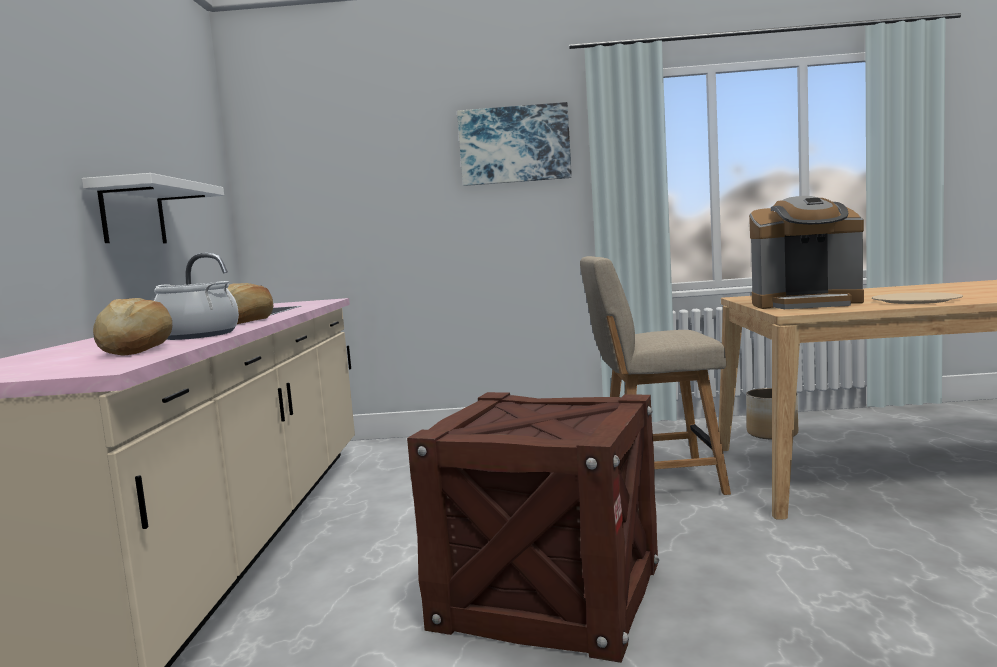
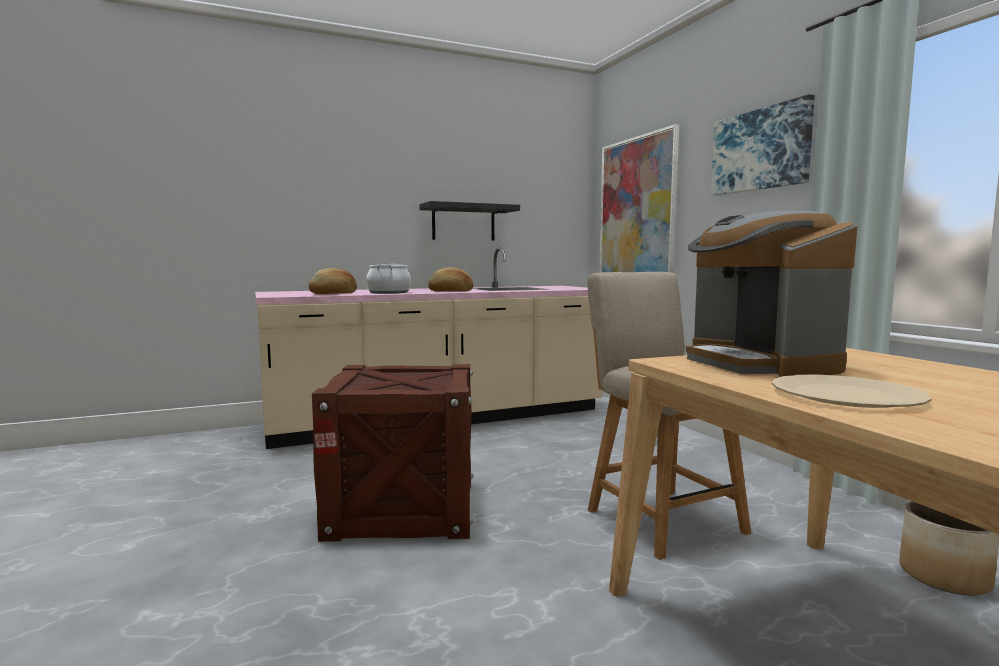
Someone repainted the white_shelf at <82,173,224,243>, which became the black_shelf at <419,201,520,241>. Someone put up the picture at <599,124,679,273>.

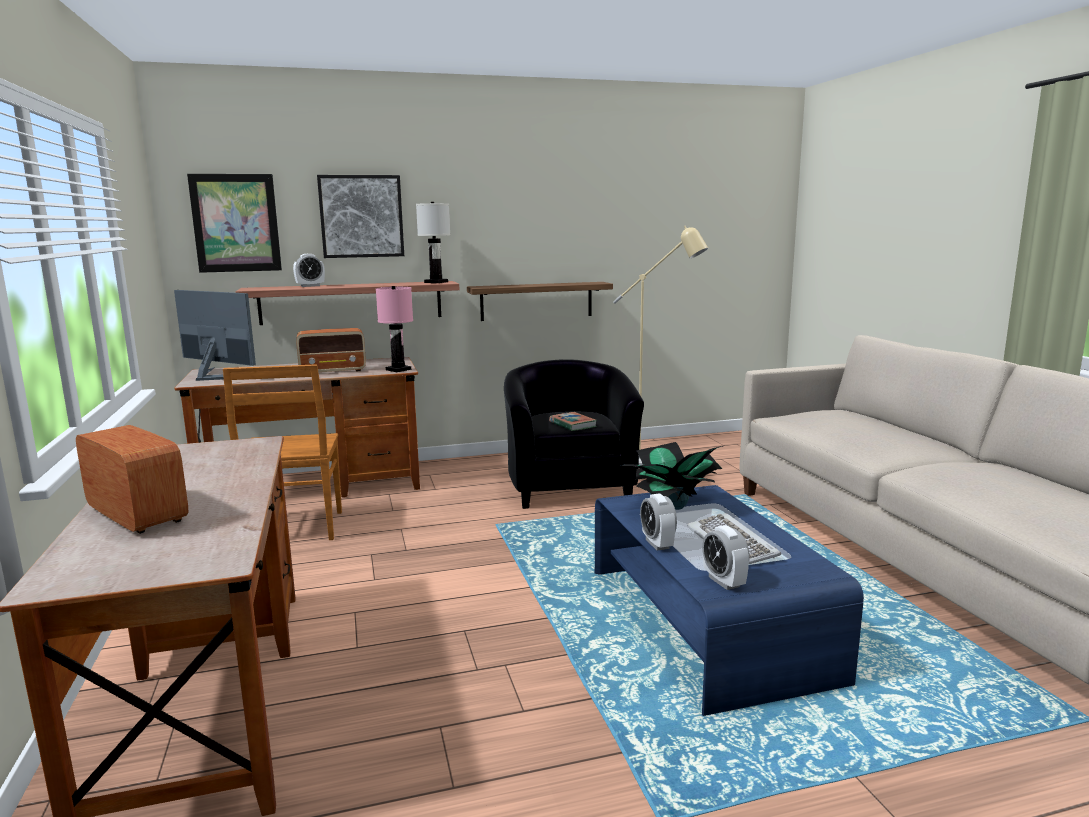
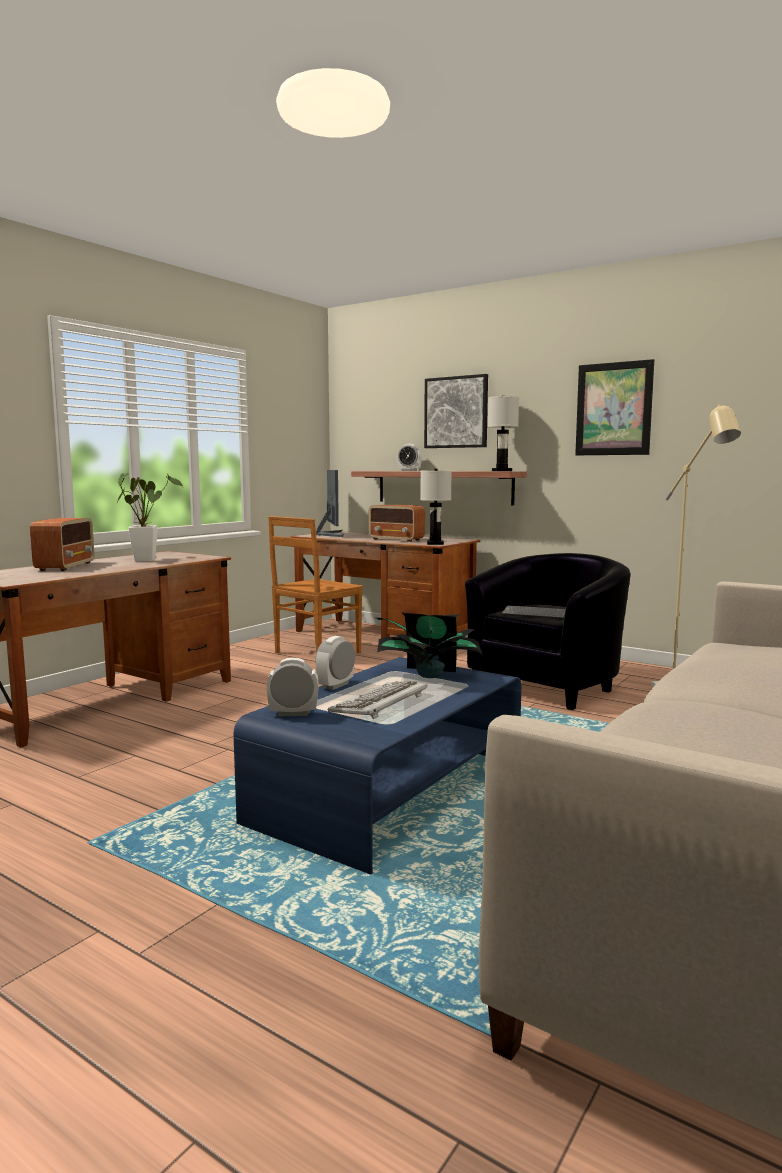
Someone put down the potted_plant at <117,473,183,562>. Someone rotated the alarm_clock at <702,525,750,590> by 60 degrees clockwise. Someone repainted the pink_table_lamp at <376,286,413,372>, which became the white_table_lamp at <420,469,452,545>. Someone swapped the book at <549,412,597,431> for the keyboard at <501,605,565,620>. Someone carried the picture from <187,174,282,273> to <575,359,654,455>. Someone took away the shelf at <467,282,613,321>.

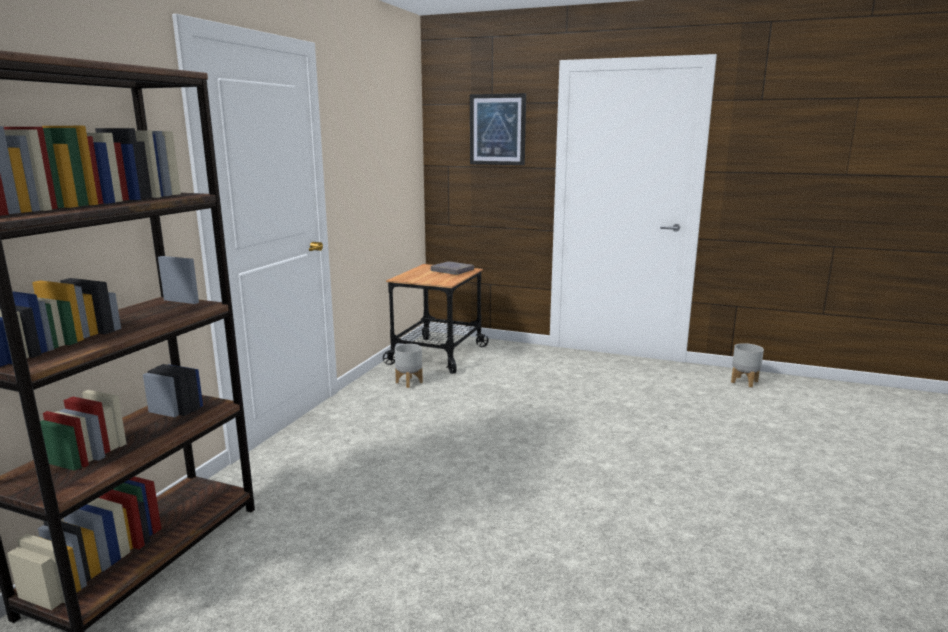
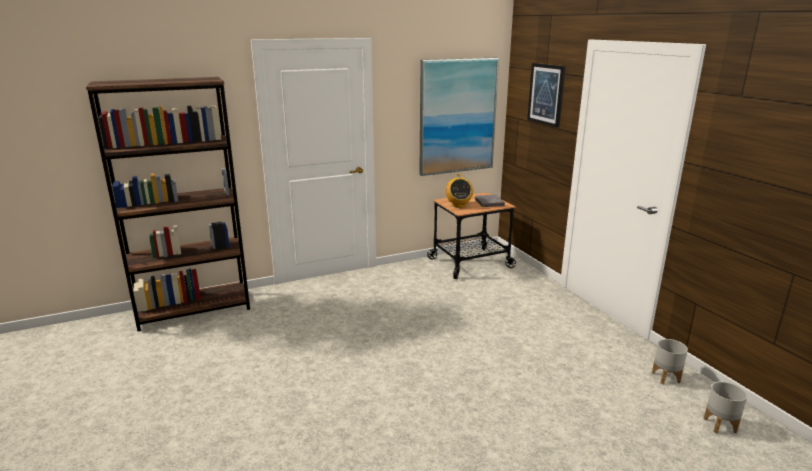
Someone put up the picture at <419,58,499,176>. Someone put down the radio at <445,174,473,208>. Someone carried the grey_planter from <395,344,423,388> to <704,382,747,434>.

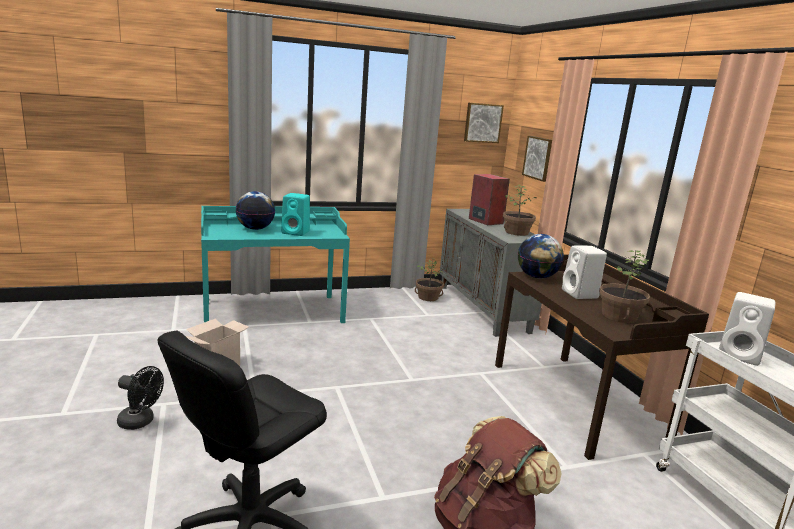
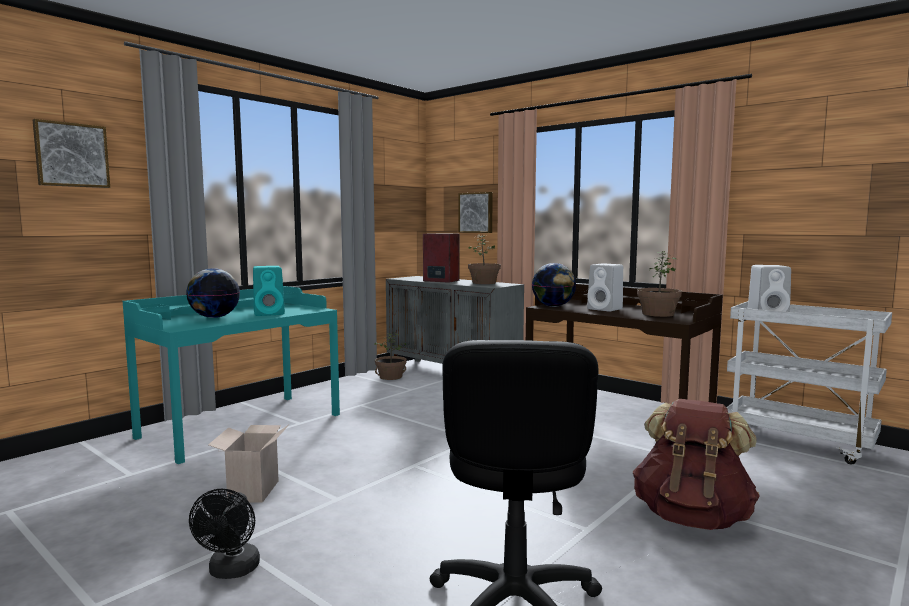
Someone carried the picture from <464,103,504,143> to <33,119,110,188>. Someone rotated the black_fan at <117,366,164,430> by 105 degrees clockwise.

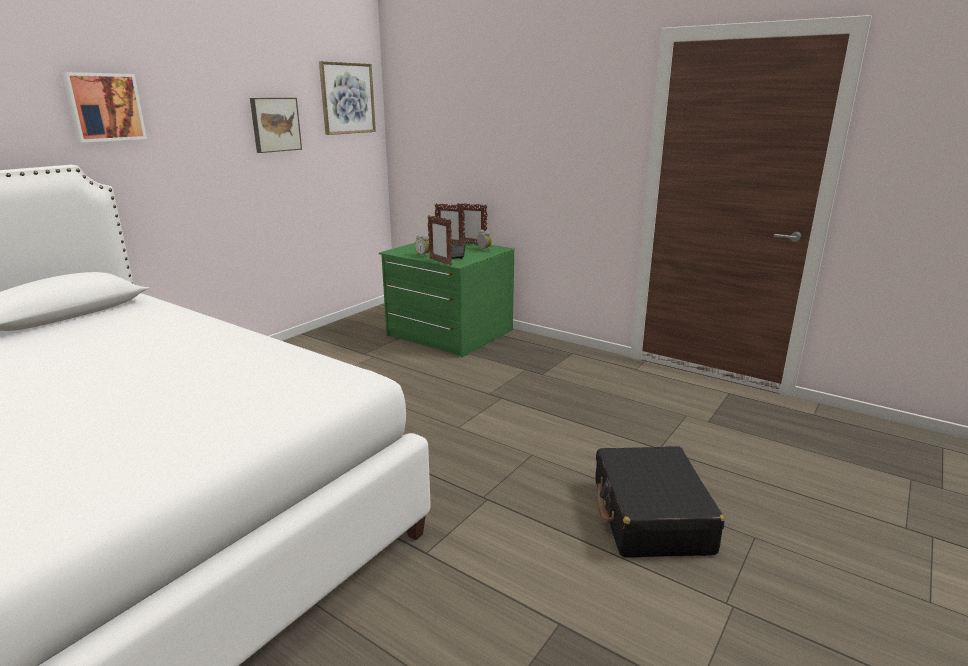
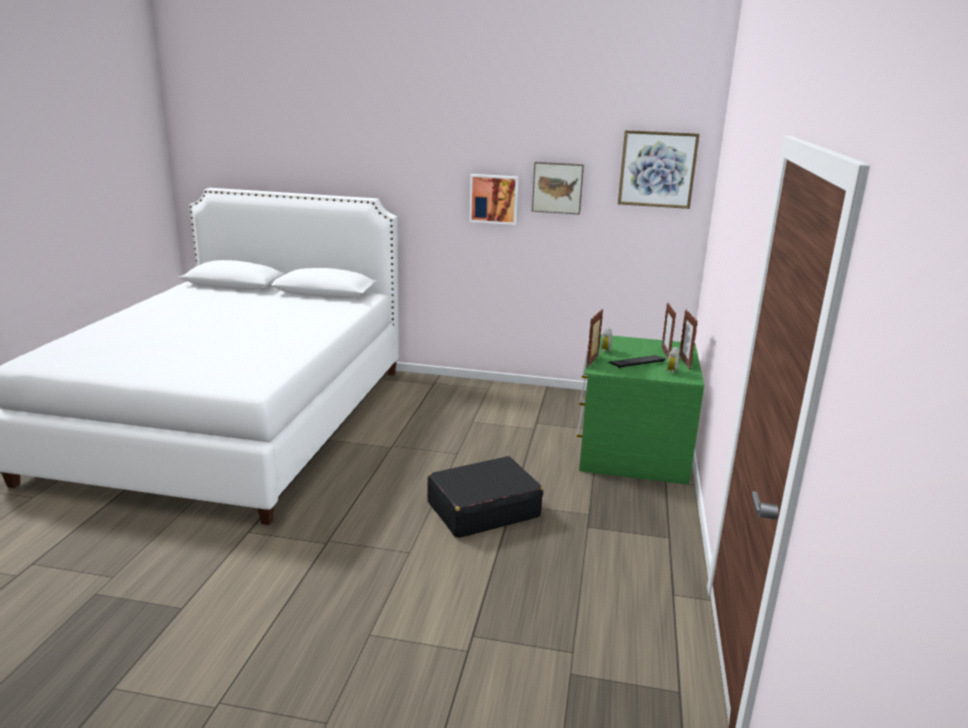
Someone carried the black_suitcase from <596,446,724,558> to <427,456,543,538>. Someone carried the picture from <62,72,147,143> to <469,174,519,225>.

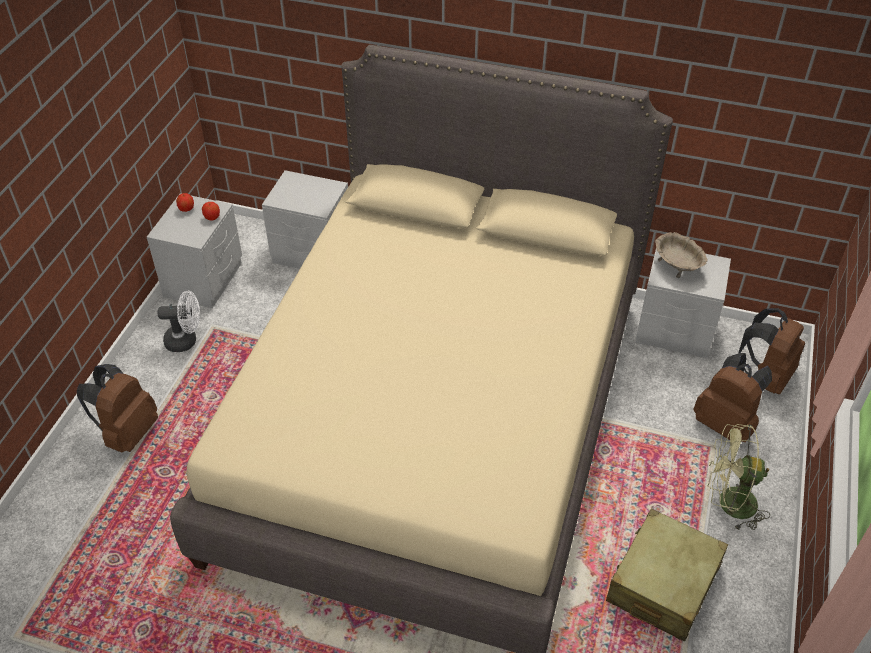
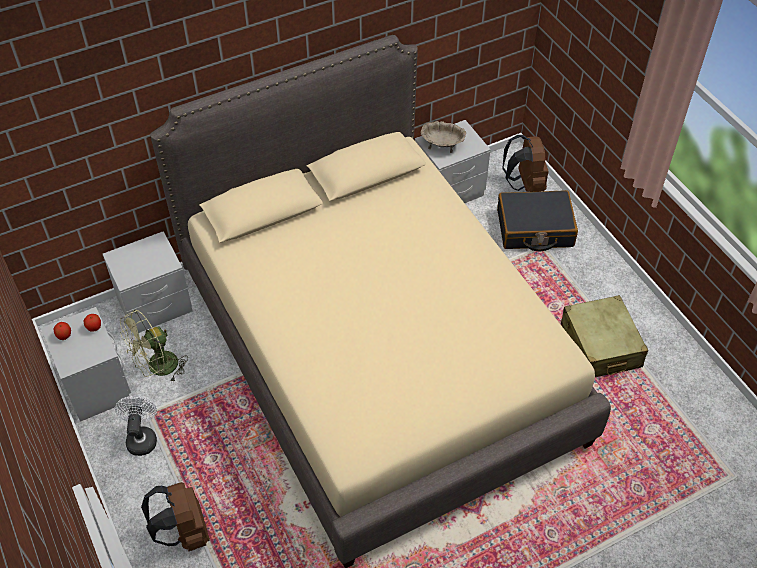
Someone rotated the white_fan at <157,290,200,352> by 45 degrees counterclockwise. Someone carried the green_fan from <707,424,770,531> to <120,309,188,383>. Someone swapped the brown_backpack at <693,353,772,442> for the black_suitcase at <497,190,578,251>.

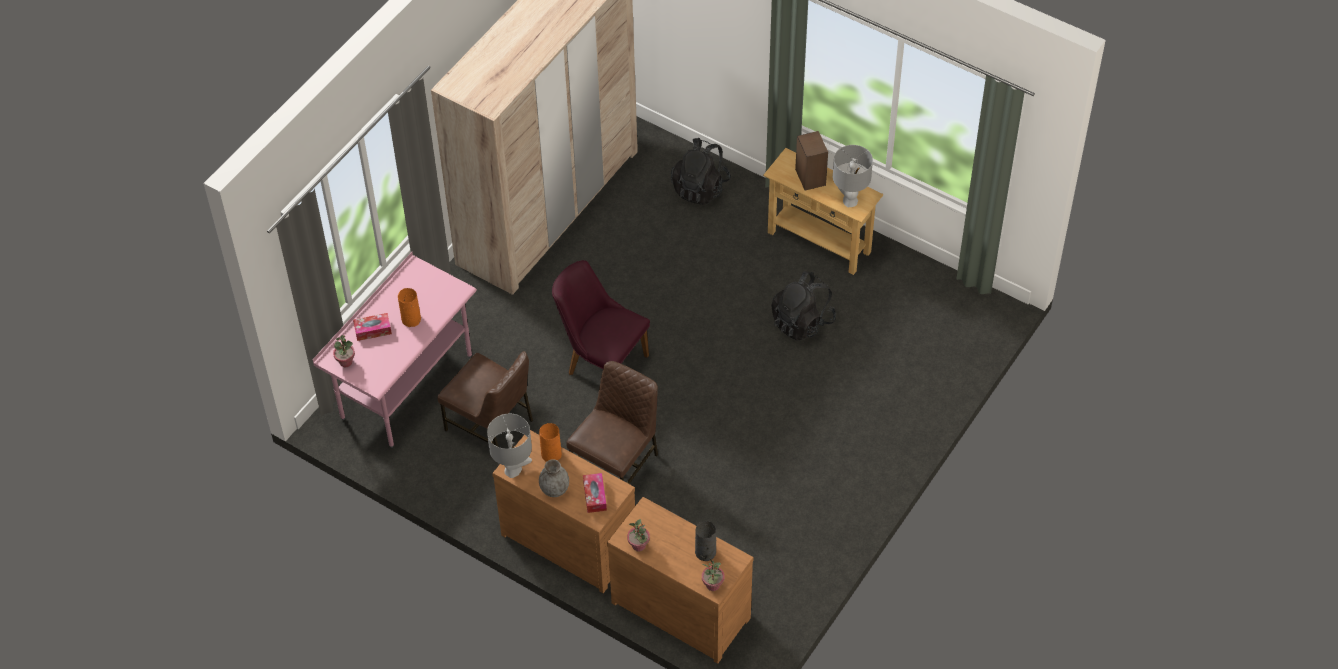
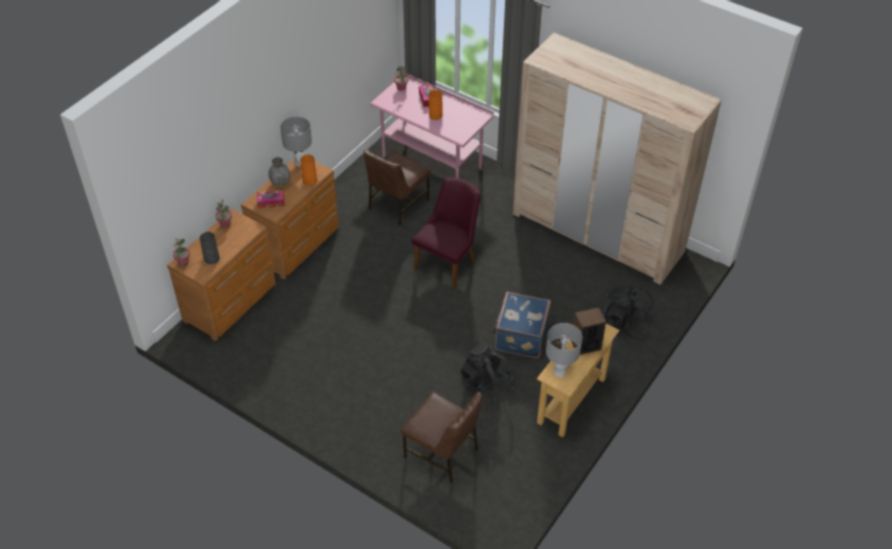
Someone carried the brown_chair from <566,361,658,484> to <401,392,483,483>. Someone put down the blue_suitcase at <493,292,551,358>.

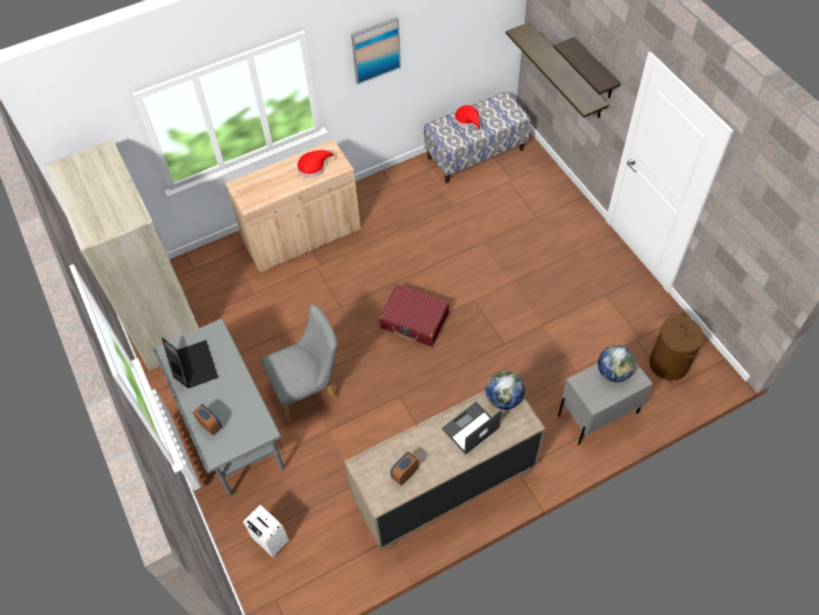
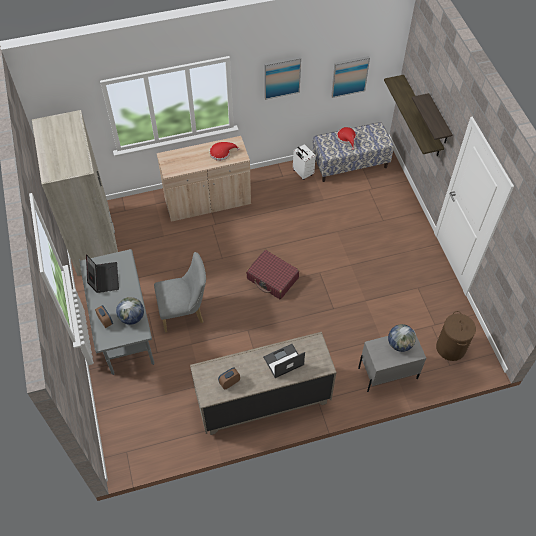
Someone carried the globe from <486,371,525,410> to <116,297,144,325>. Someone carried the white_suitcase from <243,505,289,557> to <293,144,316,180>. Someone put up the picture at <331,56,370,98>.

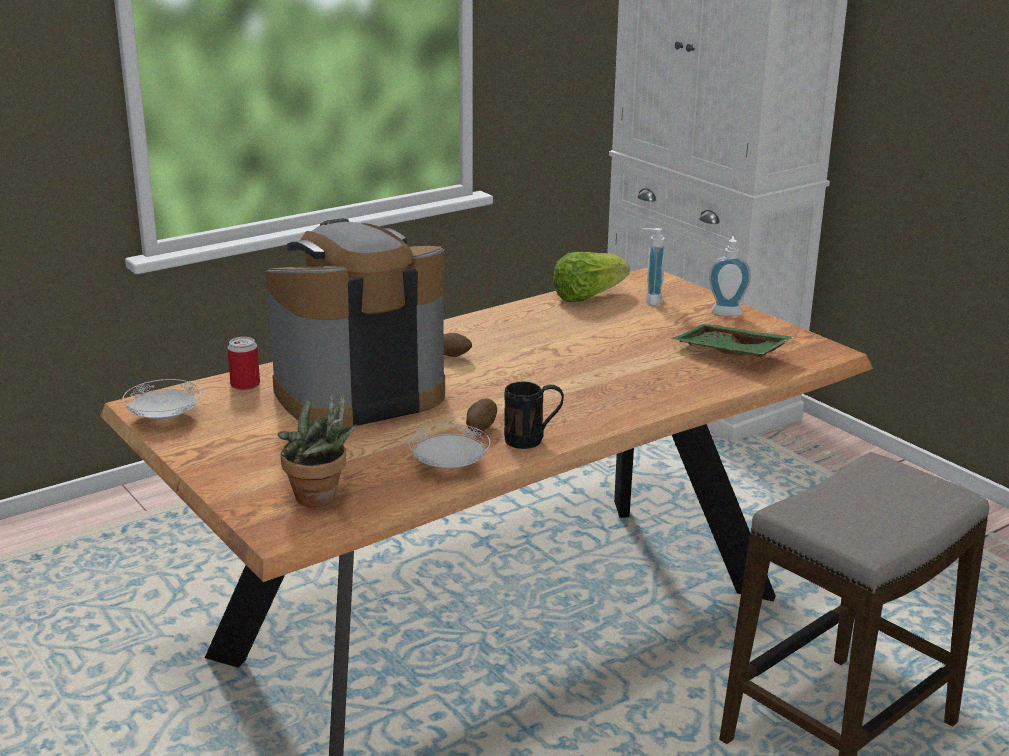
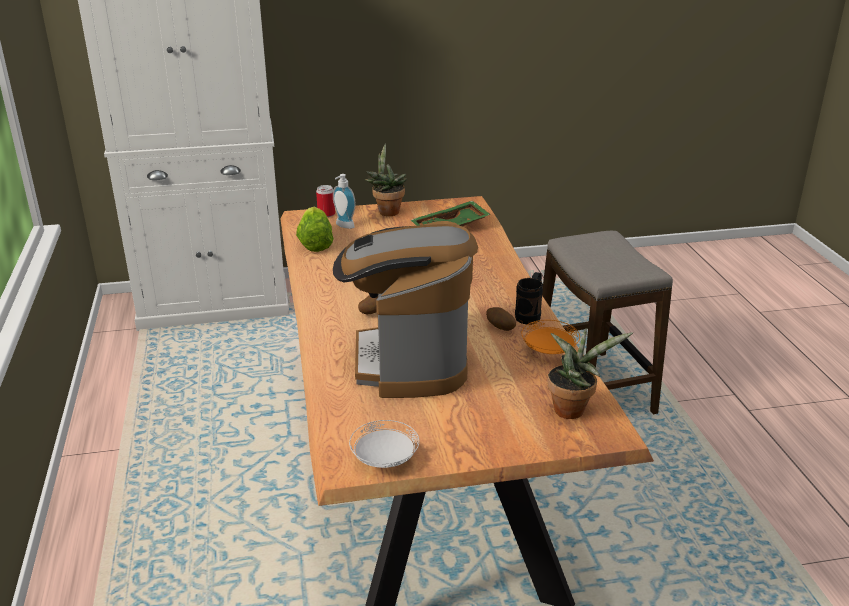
Someone carried the can from <227,337,260,390> to <316,185,335,217>. Someone swapped the soap_dispenser at <709,236,751,316> for the potted_plant at <365,143,407,216>. Someone repainted the white_plate at <408,424,490,469>, which became the orange_plate at <522,320,580,354>.

